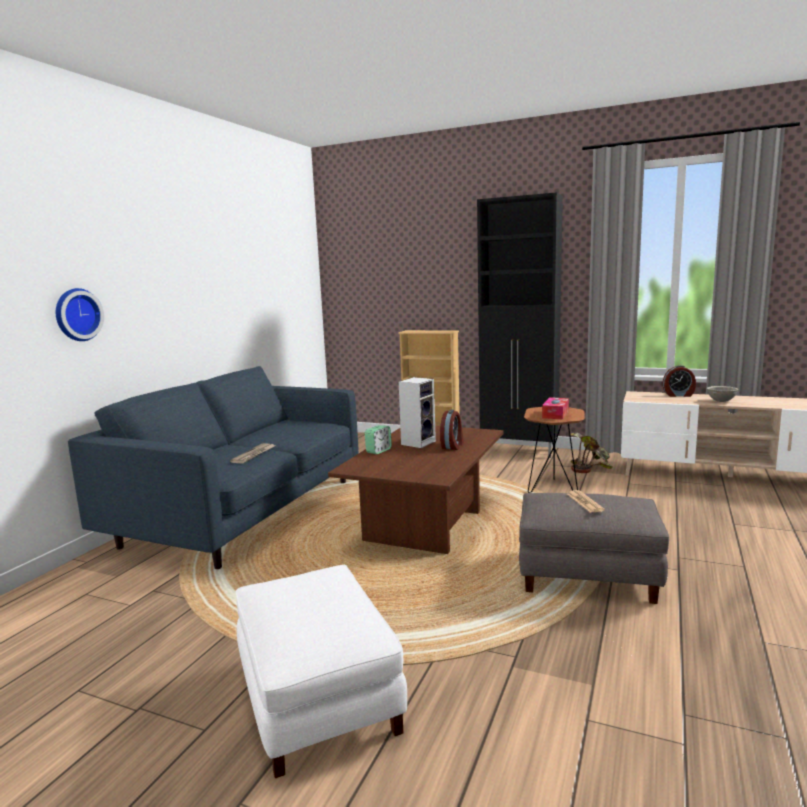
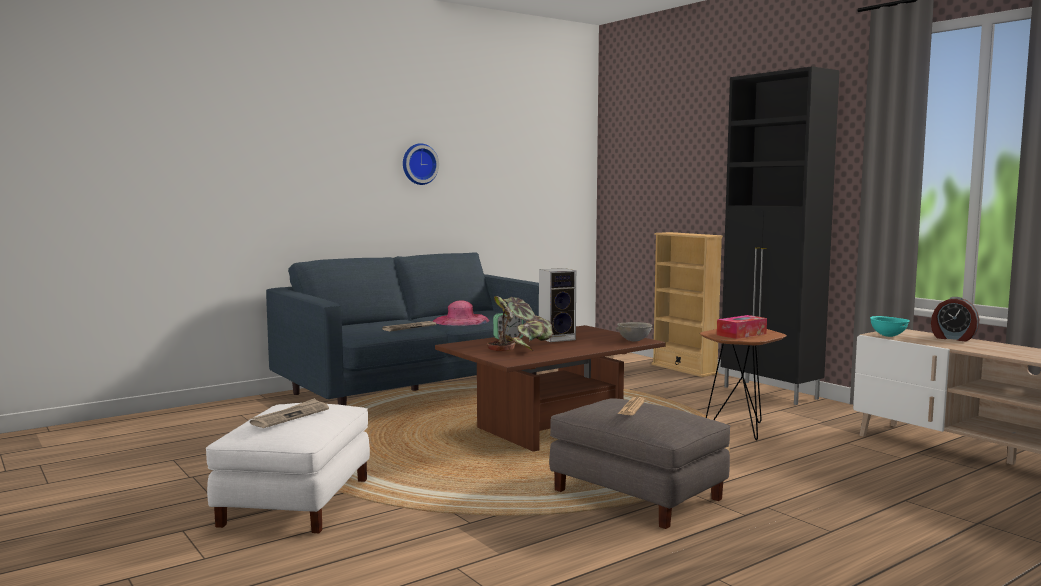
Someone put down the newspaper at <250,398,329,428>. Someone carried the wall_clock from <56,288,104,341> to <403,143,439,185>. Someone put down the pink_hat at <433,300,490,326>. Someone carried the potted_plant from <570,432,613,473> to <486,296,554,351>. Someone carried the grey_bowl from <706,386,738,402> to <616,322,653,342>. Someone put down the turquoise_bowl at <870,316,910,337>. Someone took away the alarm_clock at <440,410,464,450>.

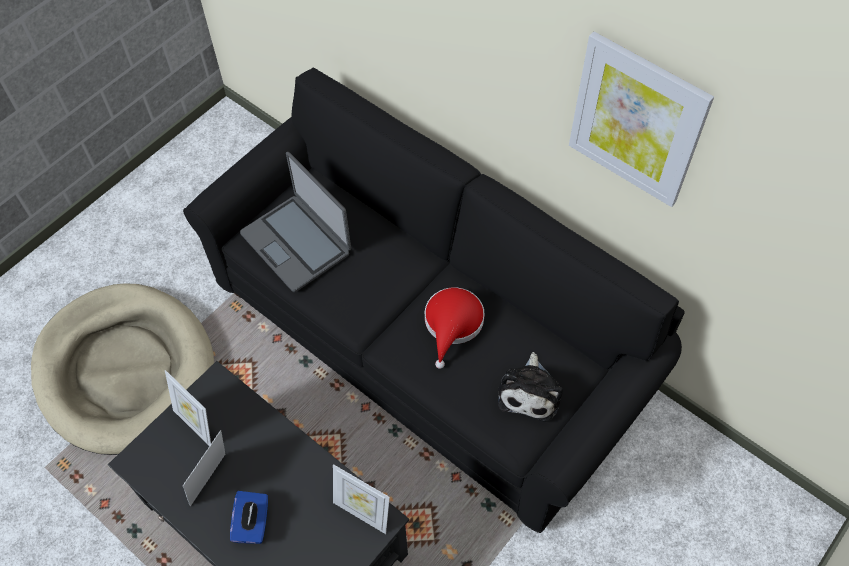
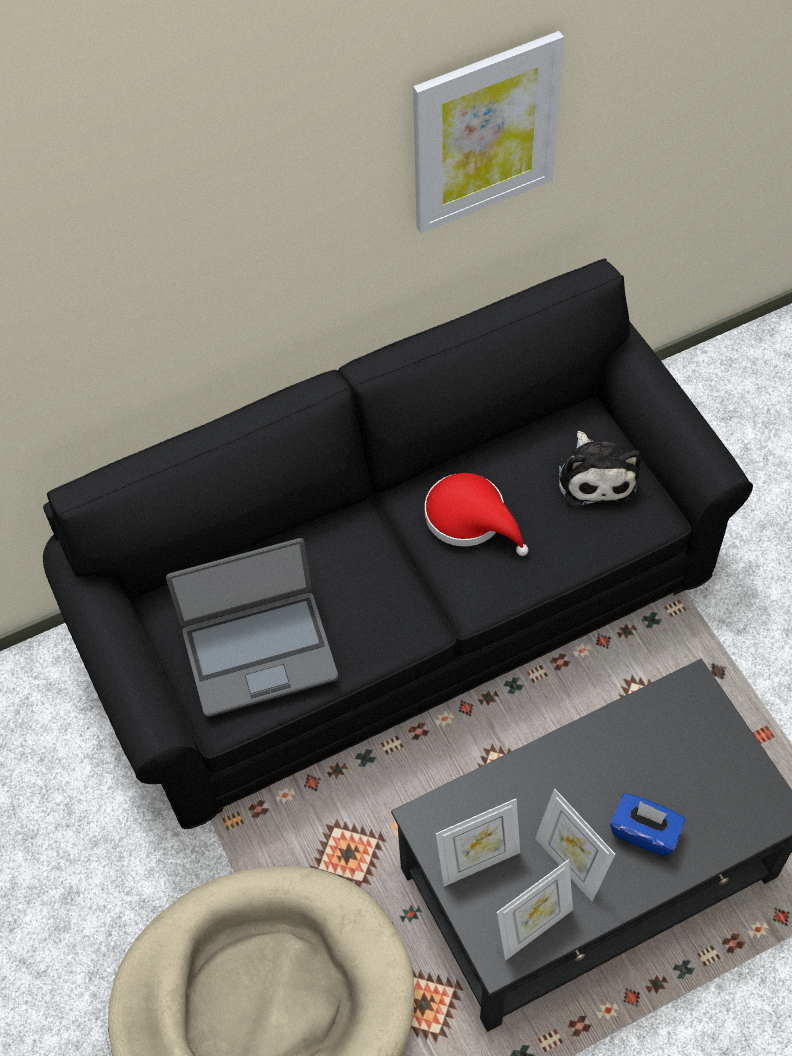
Someone carried the picture_frame from <333,464,390,534> to <497,860,573,961>. Someone rotated the plush_toy at <498,352,563,422> by 45 degrees clockwise.

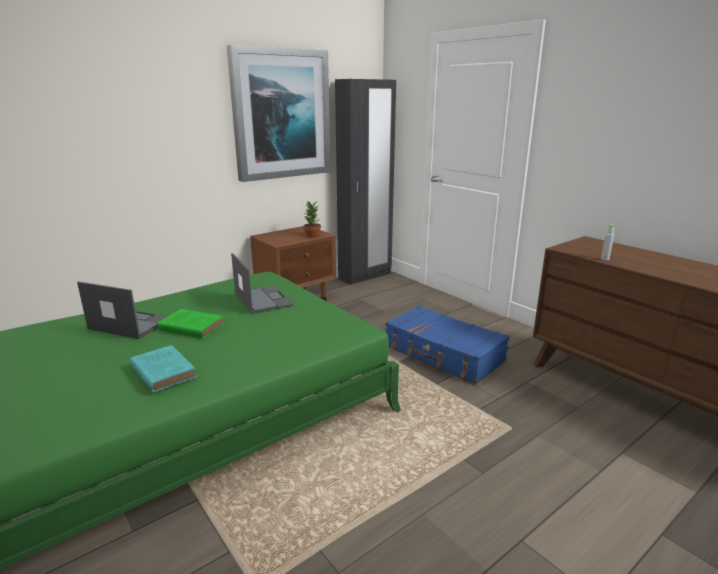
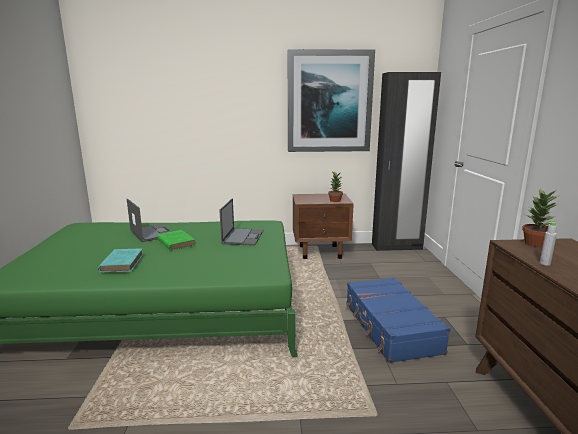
Someone put down the potted_plant at <522,189,558,248>.

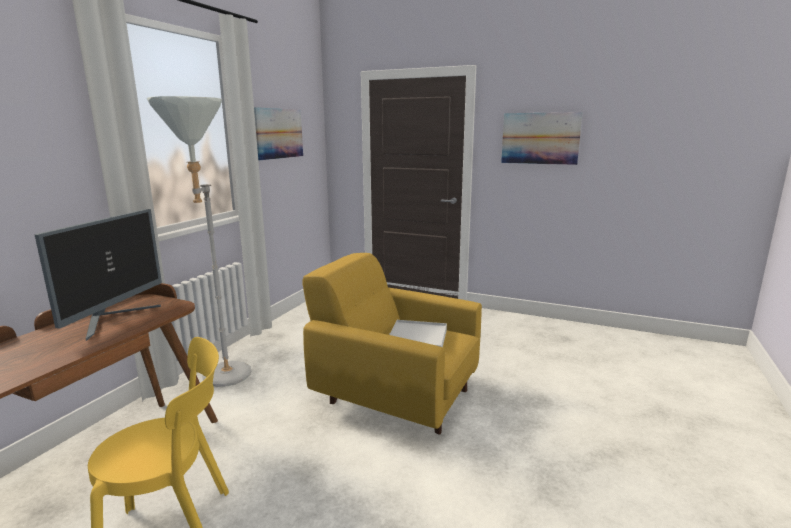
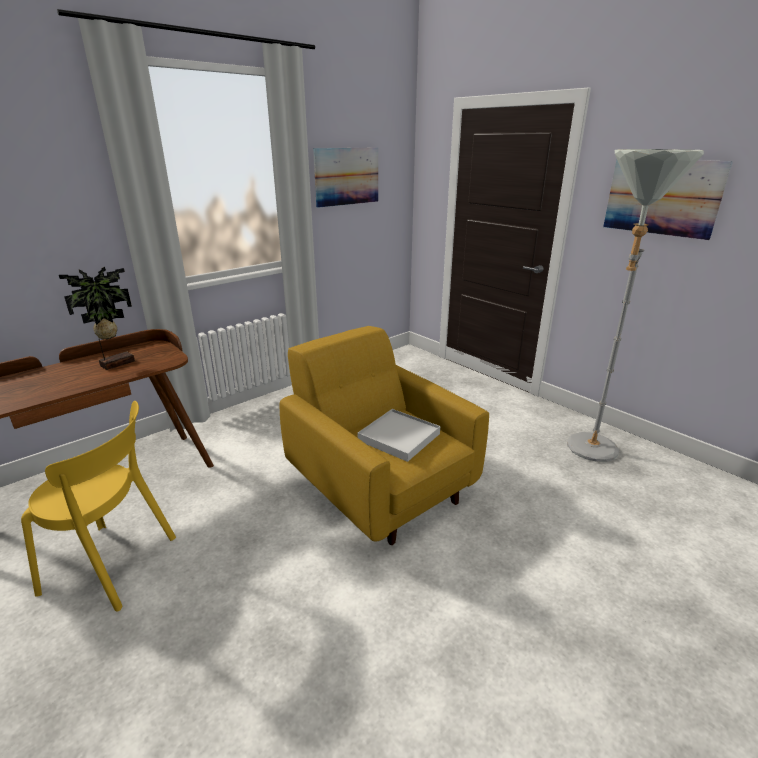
Someone swapped the monitor at <35,209,162,341> for the potted_plant at <59,267,135,370>. Someone carried the grey_floor_lamp from <147,96,251,387> to <567,149,704,462>.

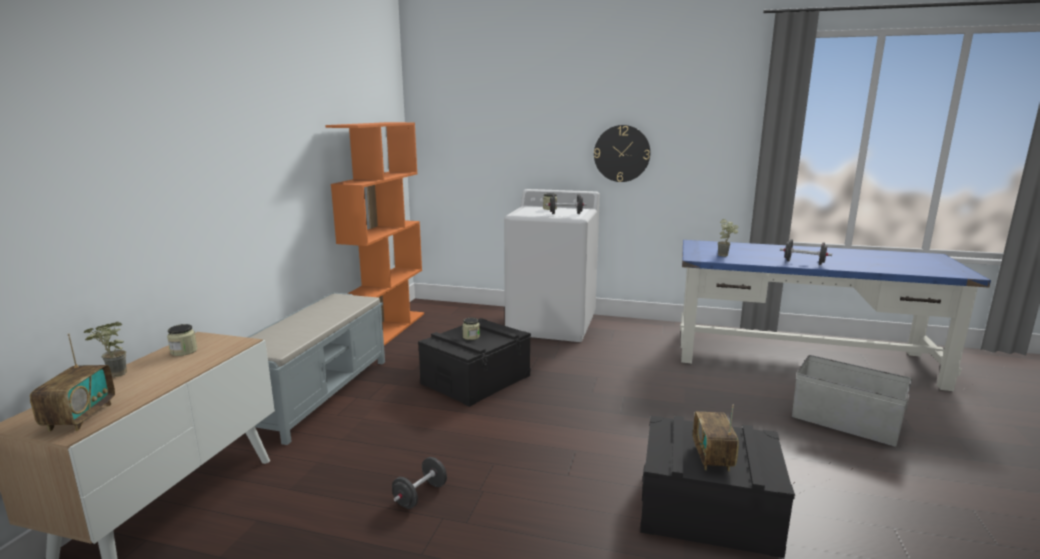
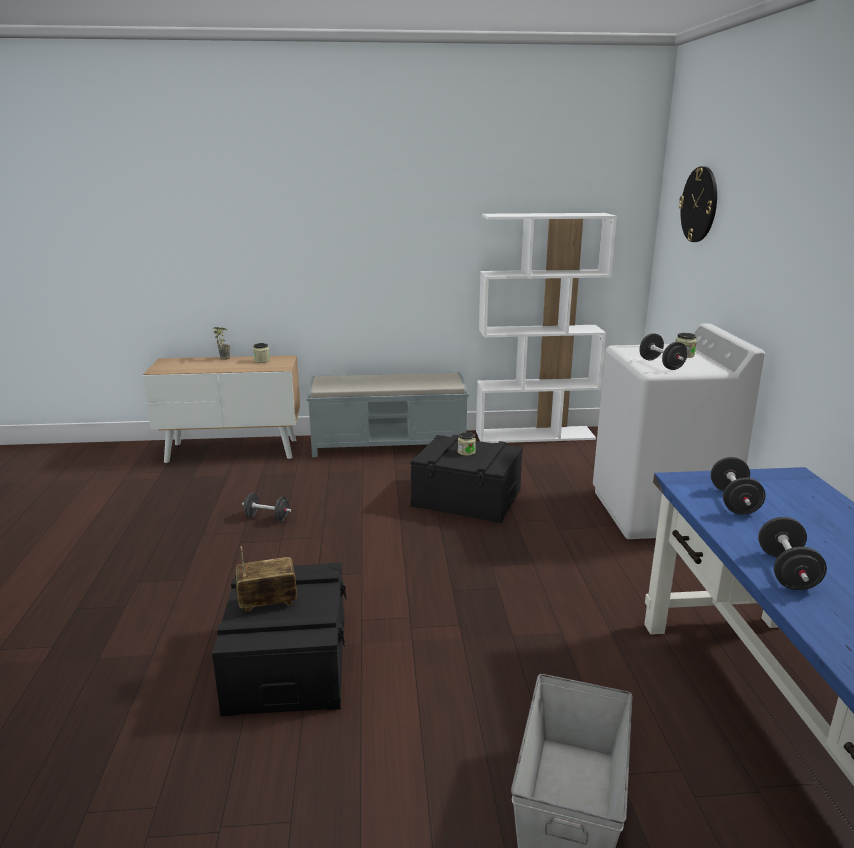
Someone repainted the orange_bookcase at <325,122,424,346>, which became the white_bookcase at <476,213,617,443>. Someone carried the wall_clock from <594,125,650,182> to <679,166,717,242>. Someone swapped the potted_plant at <718,219,738,257> for the black_dumbbell at <710,457,766,515>. Someone took away the radio at <30,334,115,432>.

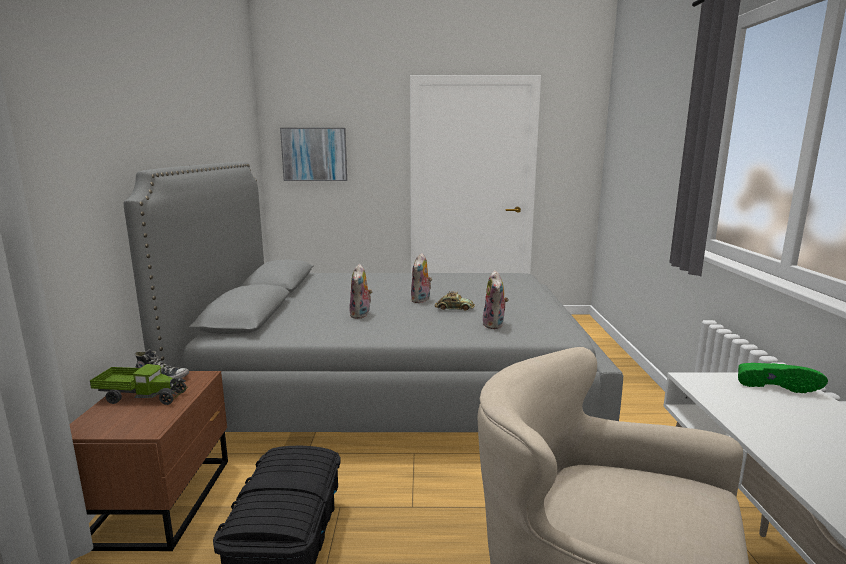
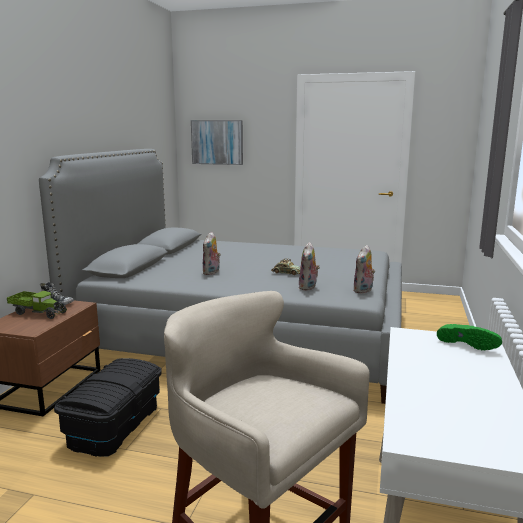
Someone carried the plush_toy from <411,253,432,303> to <353,245,375,294>.

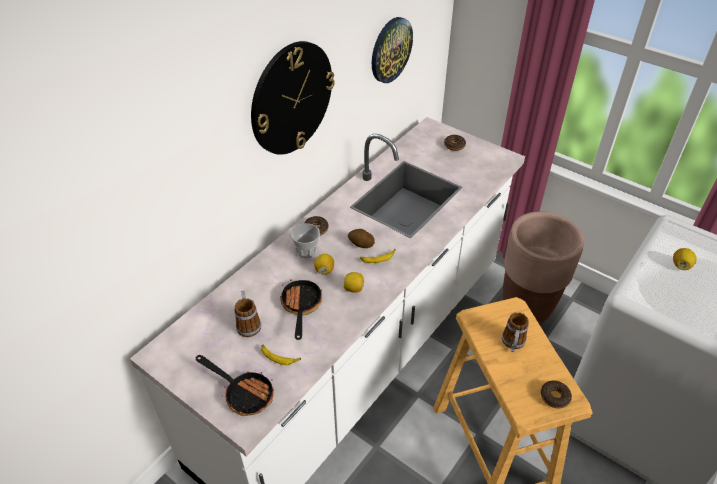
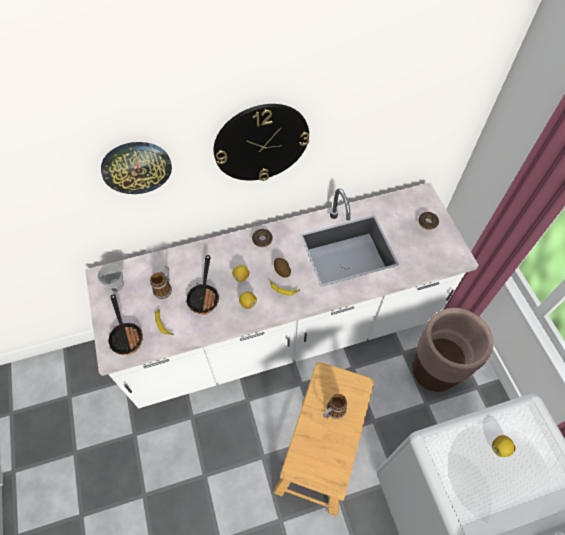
Someone carried the cup from <290,223,320,258> to <97,264,124,292>. Someone carried the wall_clock from <372,17,413,83> to <101,142,172,194>. Someone rotated the frying_pan at <280,279,322,340> by 150 degrees clockwise. Someone took away the donut at <541,381,572,408>.

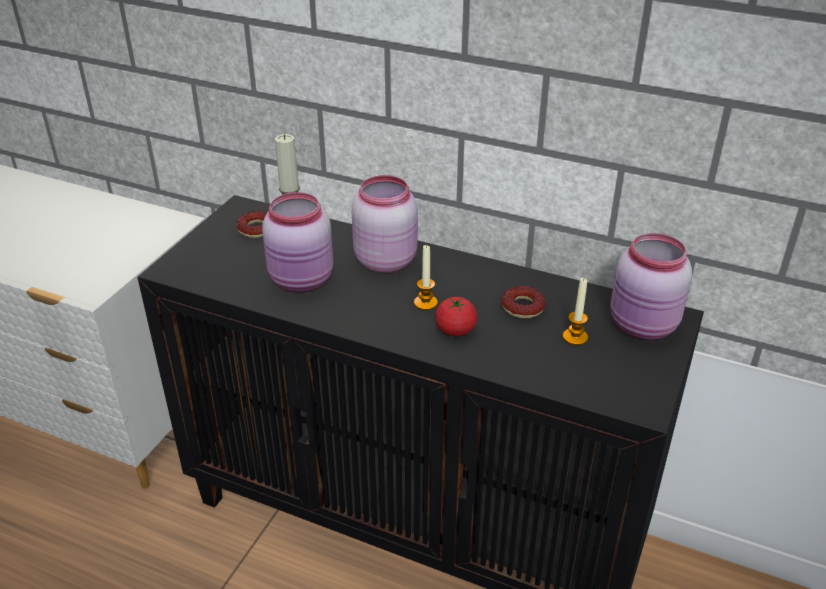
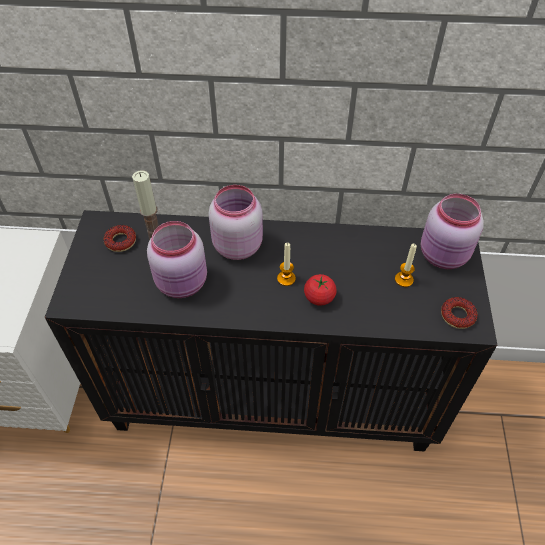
Someone carried the donut from <502,286,545,319> to <441,297,478,329>.

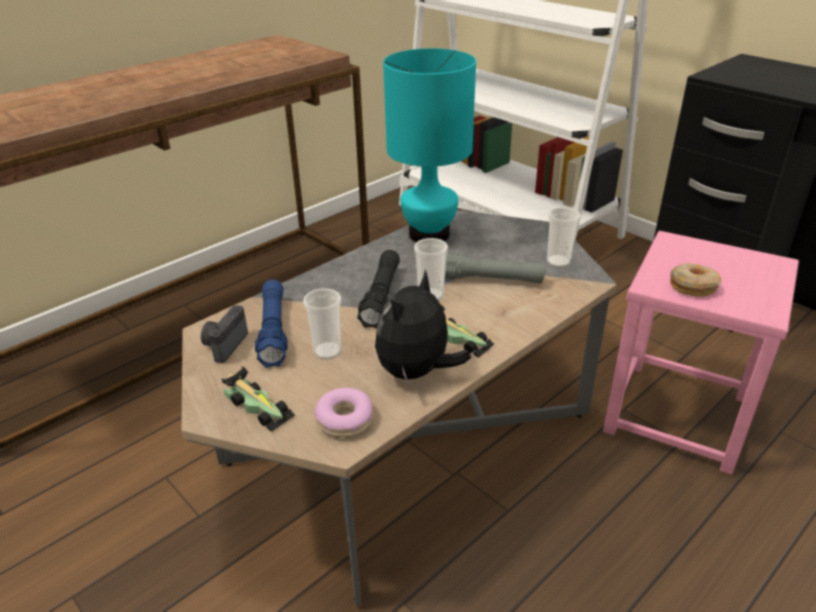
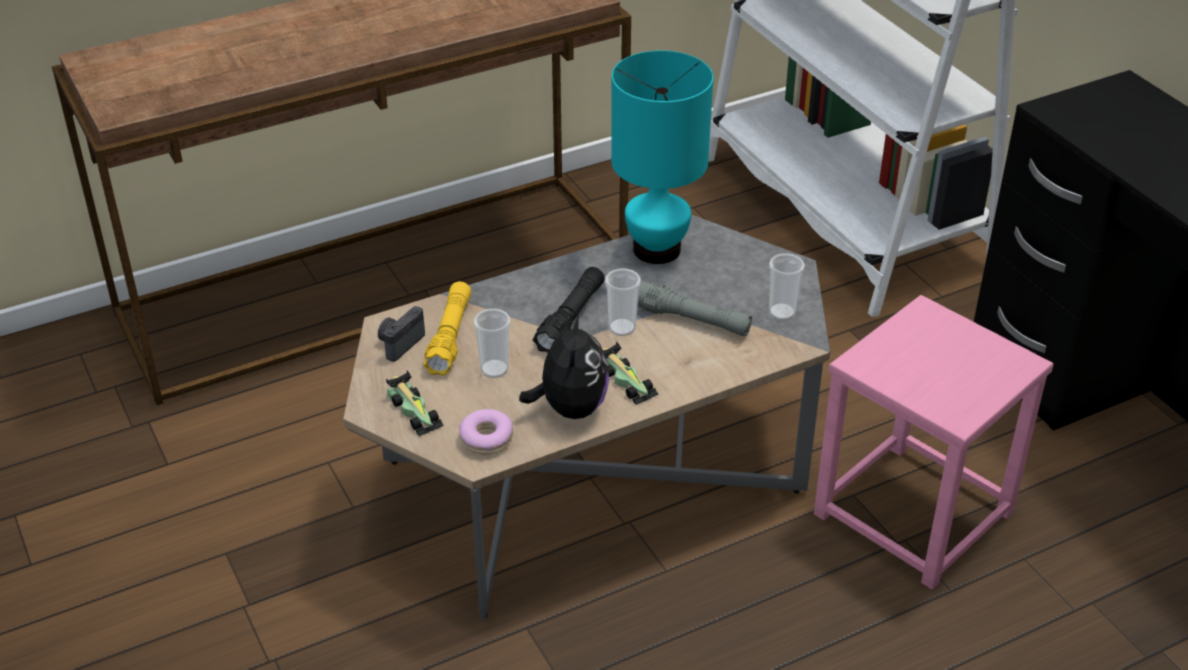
Someone repainted the blue_flashlight at <255,280,288,368>, which became the yellow_flashlight at <424,282,471,376>. Someone rotated the plush_toy at <375,269,471,385> by 135 degrees clockwise. Someone took away the donut at <670,264,722,297>.

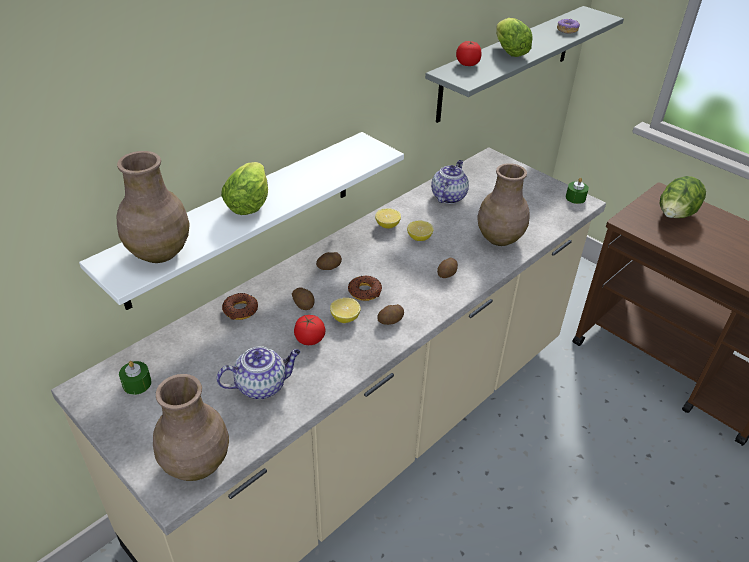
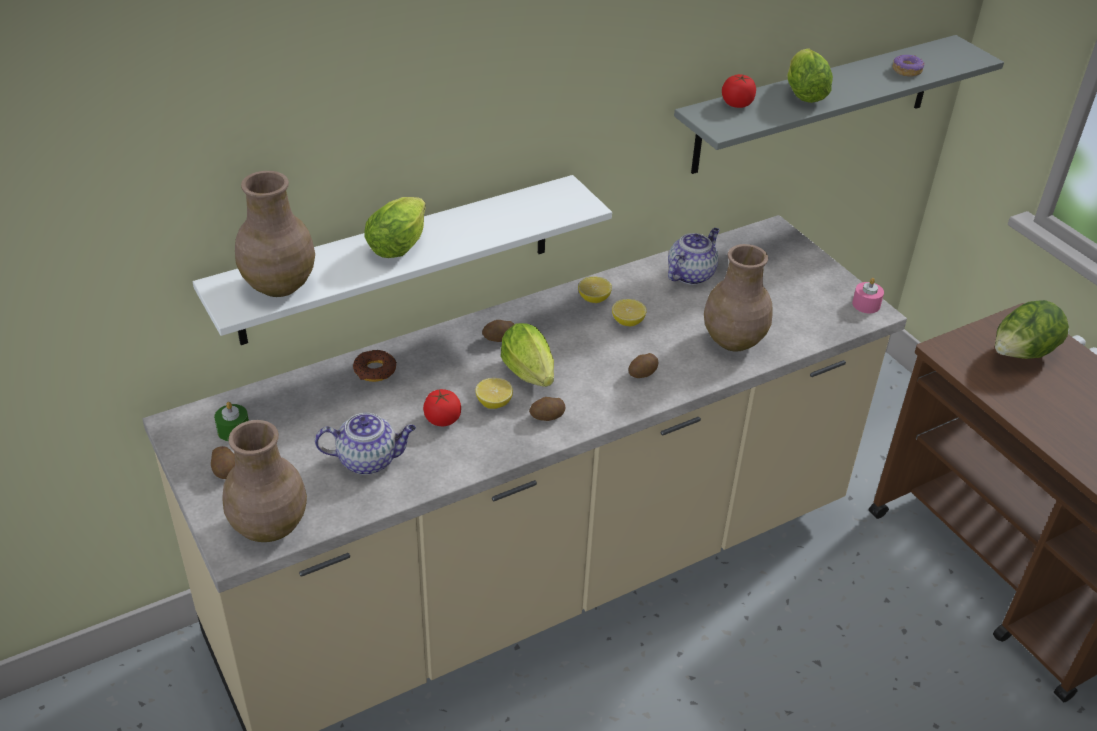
Someone carried the potato from <292,287,315,310> to <211,446,235,479>. Someone swapped the donut at <348,276,382,301> for the lettuce at <501,323,554,387>. Someone repainted the green_candle at <566,178,589,204>, which became the pink_candle at <852,278,884,313>.

